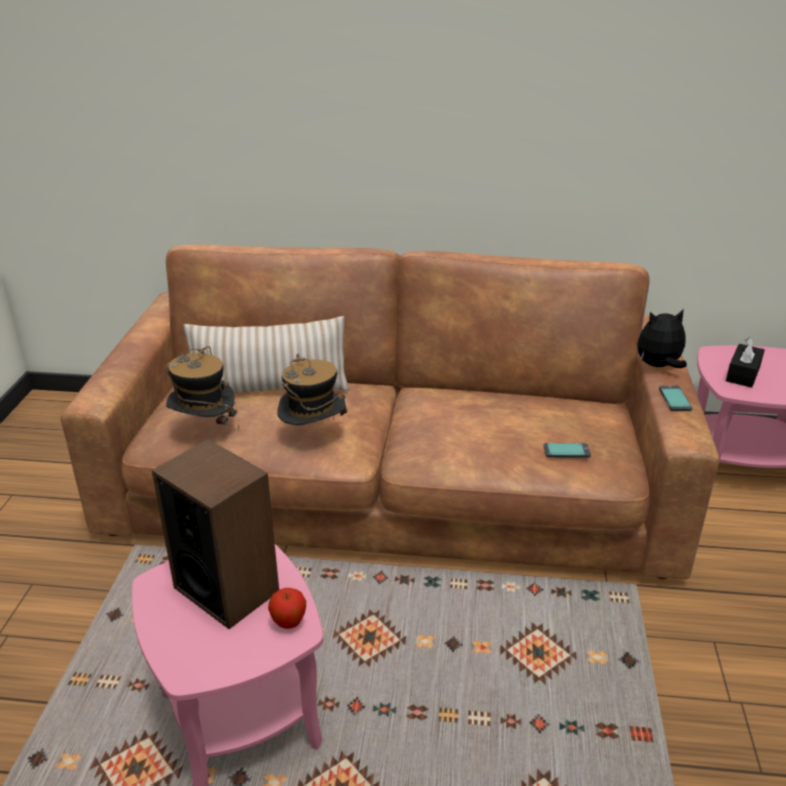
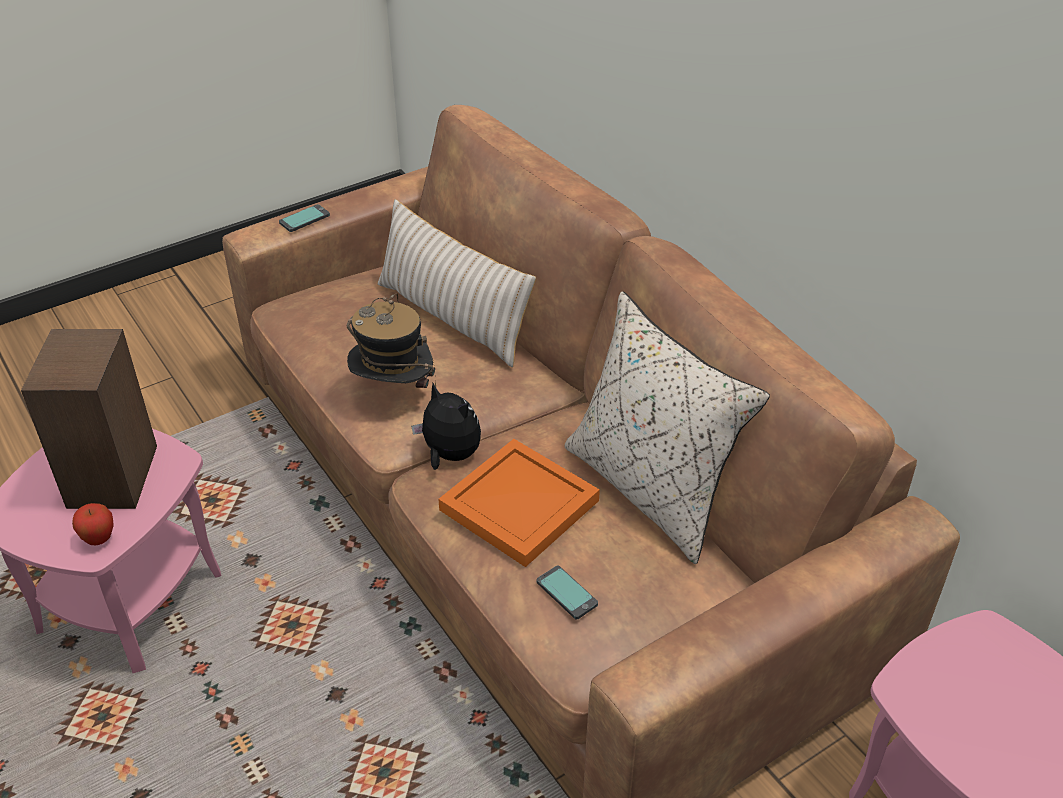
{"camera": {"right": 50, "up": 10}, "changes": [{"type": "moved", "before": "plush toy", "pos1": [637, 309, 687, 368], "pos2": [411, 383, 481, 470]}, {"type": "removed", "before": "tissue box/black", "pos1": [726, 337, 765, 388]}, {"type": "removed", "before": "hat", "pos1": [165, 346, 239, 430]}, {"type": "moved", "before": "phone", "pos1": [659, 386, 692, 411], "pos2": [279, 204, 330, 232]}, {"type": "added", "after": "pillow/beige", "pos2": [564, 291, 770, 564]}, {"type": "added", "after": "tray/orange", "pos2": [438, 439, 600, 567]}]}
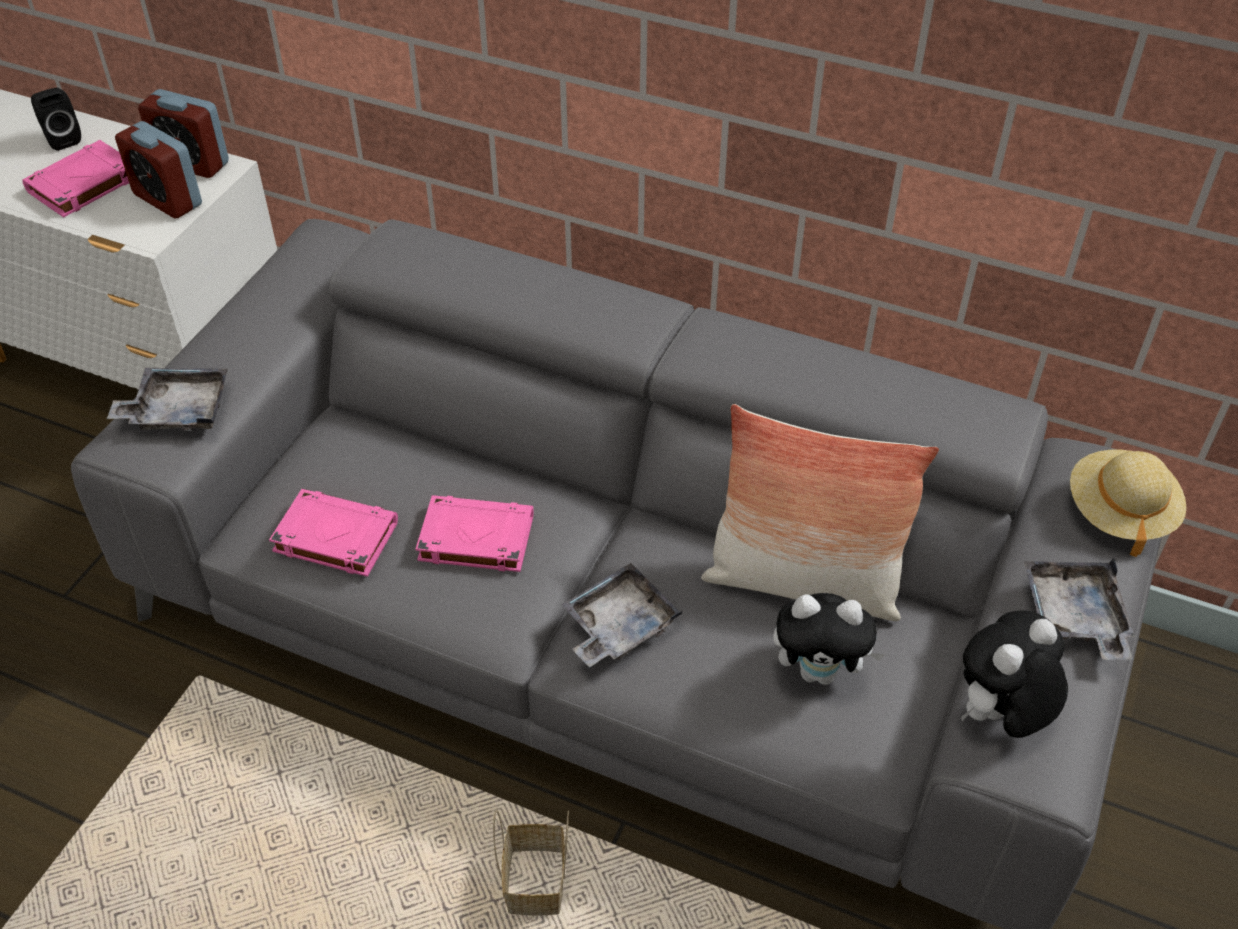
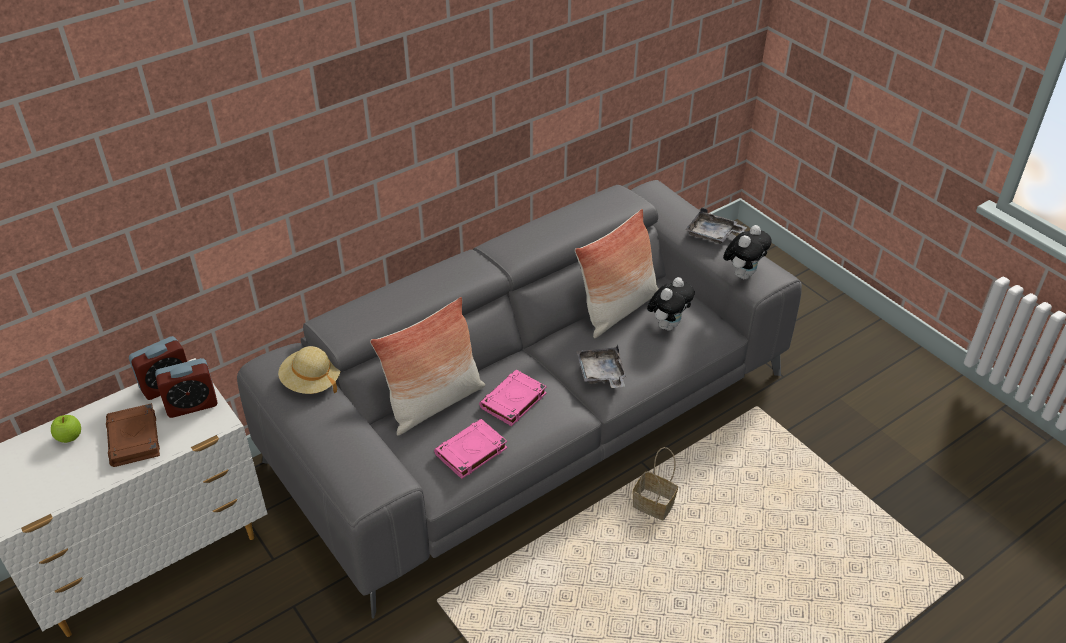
{"camera": {"right": -60, "up": -5}, "changes": [{"type": "replaced", "before": "speaker/black", "after": "apple", "pos1": [31, 88, 81, 151], "pos2": [51, 415, 81, 443]}, {"type": "recoloured", "before": "book/pink", "after": "book/brown", "pos1": [22, 140, 129, 218], "pos2": [106, 403, 160, 467]}, {"type": "removed", "before": "tray/grey", "pos1": [107, 368, 227, 431]}, {"type": "moved", "before": "hat/beige", "pos1": [1070, 450, 1187, 557], "pos2": [278, 346, 341, 394]}, {"type": "turned", "before": "plush toy", "pos1": [961, 610, 1068, 738], "pos2": [723, 225, 772, 279], "turn": -135}, {"type": "added", "after": "pillow", "pos2": [370, 297, 485, 435]}]}
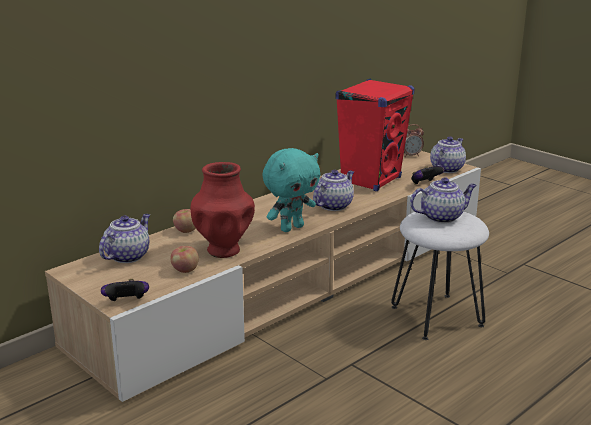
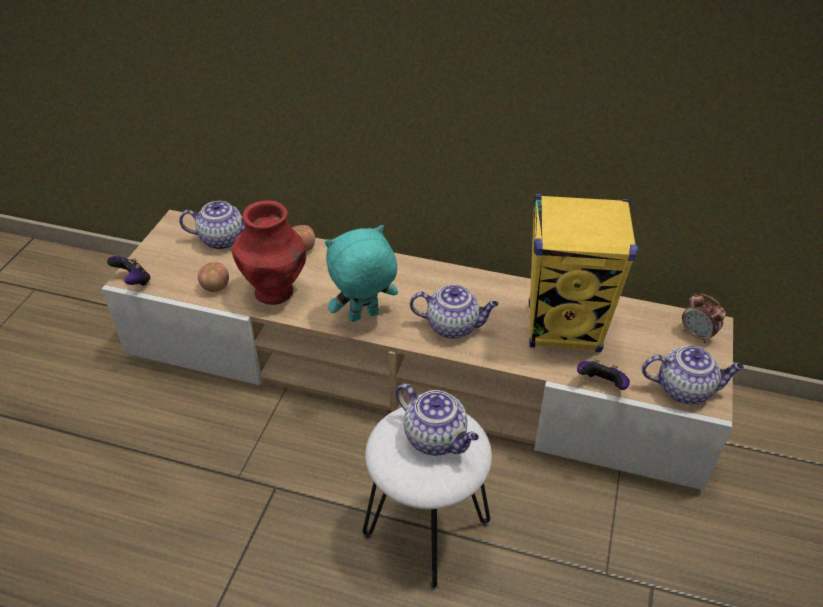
{"camera": {"right": 60, "up": 20}, "changes": [{"type": "recoloured", "before": "speaker/red", "after": "speaker/yellow", "pos1": [335, 78, 415, 191], "pos2": [529, 194, 638, 352]}, {"type": "turned", "before": "plush toy/turquoise", "pos1": [262, 148, 320, 232], "pos2": [325, 225, 398, 322], "turn": 135}]}
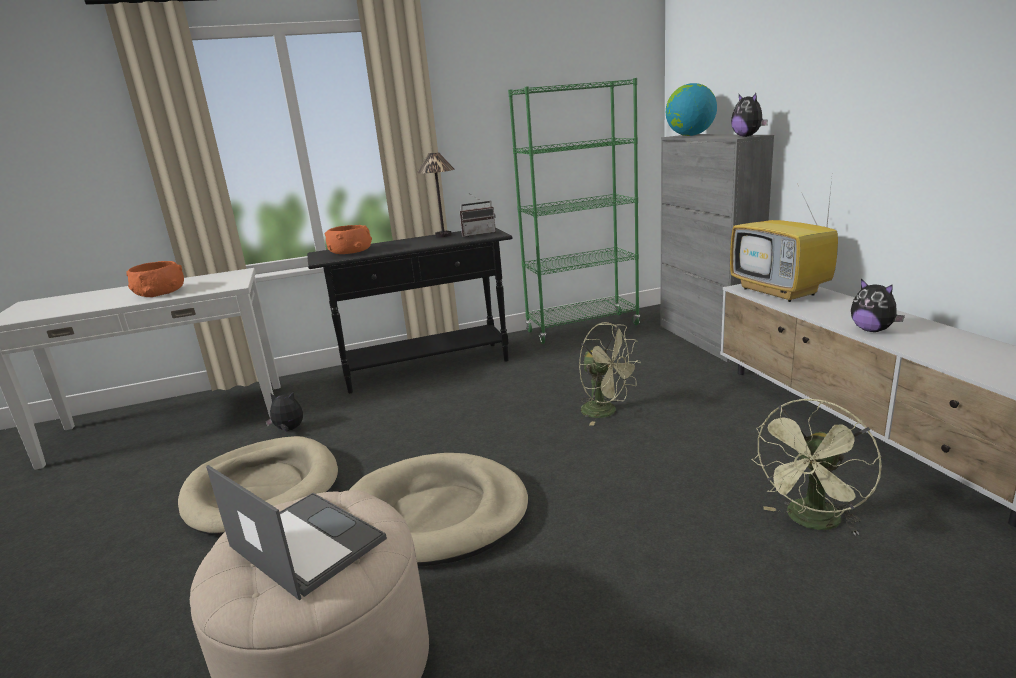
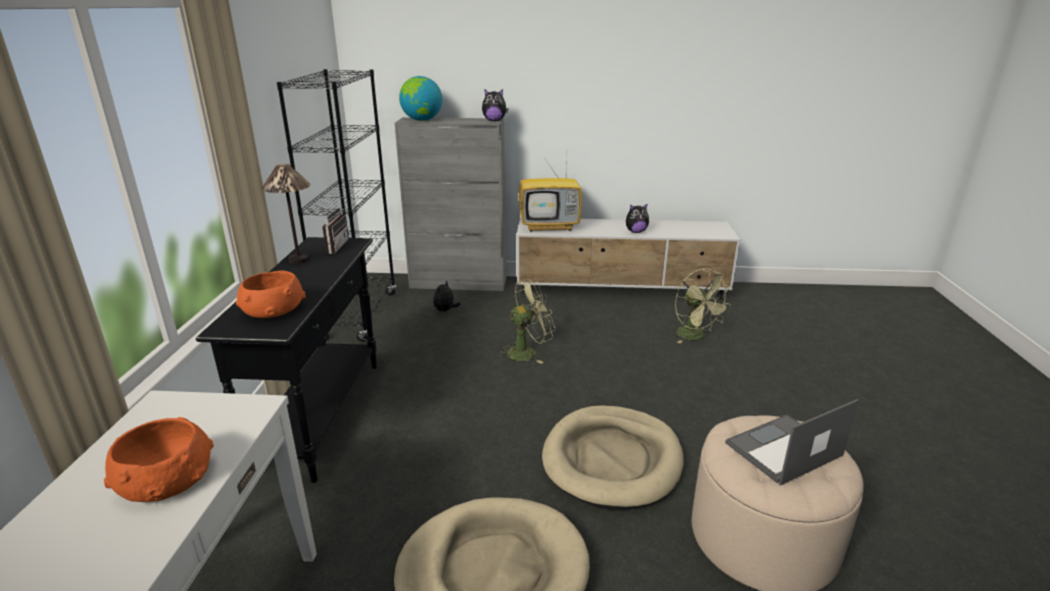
{"camera": {"right": -70, "up": 5}, "changes": [{"type": "recoloured", "before": "bookcase/green", "after": "bookcase/black", "pos1": [508, 78, 640, 344], "pos2": [277, 69, 396, 342]}, {"type": "moved", "before": "plush toy", "pos1": [265, 392, 303, 432], "pos2": [433, 280, 461, 312]}]}
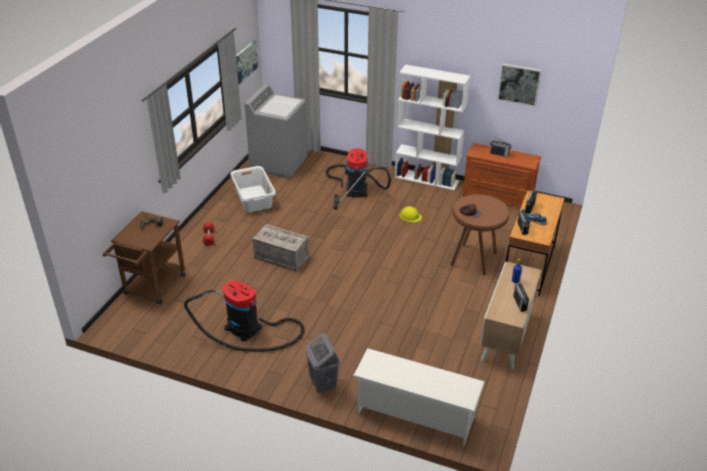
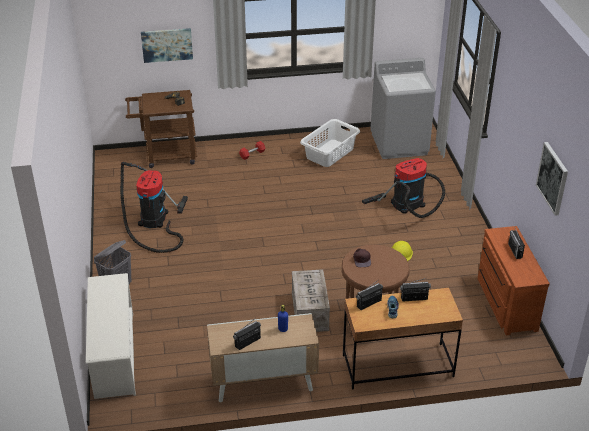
{"camera": {"right": 60, "up": 0}, "changes": [{"type": "moved", "before": "picture", "pos1": [236, 40, 258, 84], "pos2": [141, 28, 193, 63]}, {"type": "removed", "before": "bookcase/white", "pos1": [395, 64, 470, 191]}, {"type": "moved", "before": "crate", "pos1": [252, 224, 309, 272], "pos2": [292, 269, 330, 332]}]}
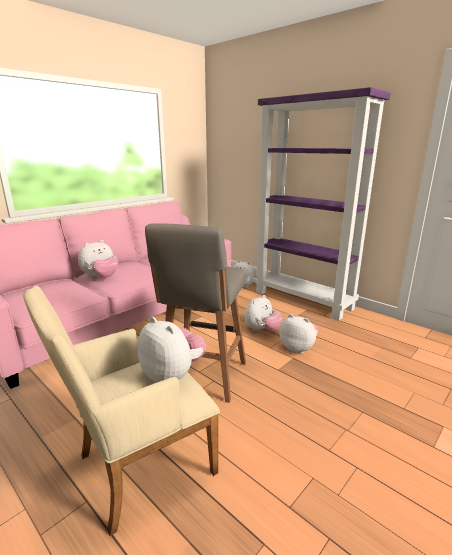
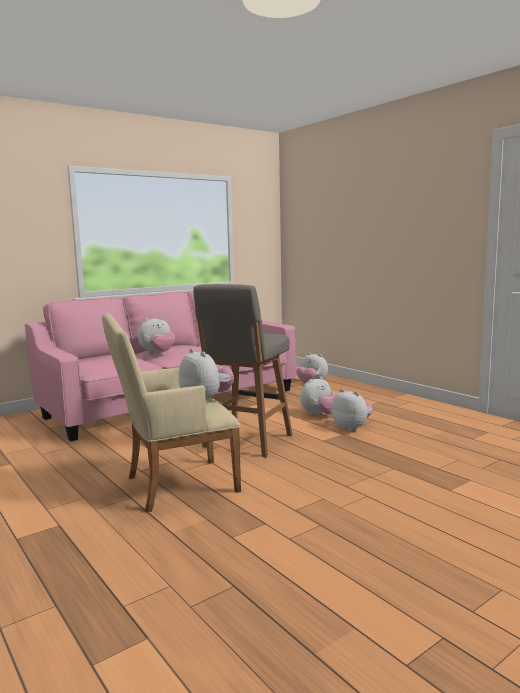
{"camera": {"right": 10, "up": -10}, "changes": [{"type": "removed", "before": "bookcase/purple", "pos1": [254, 87, 390, 320]}]}
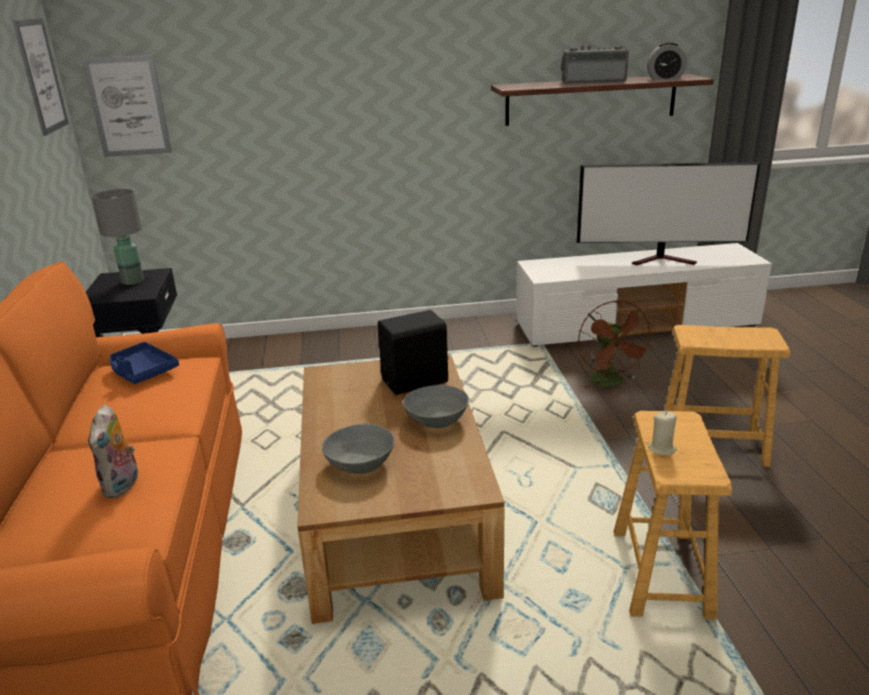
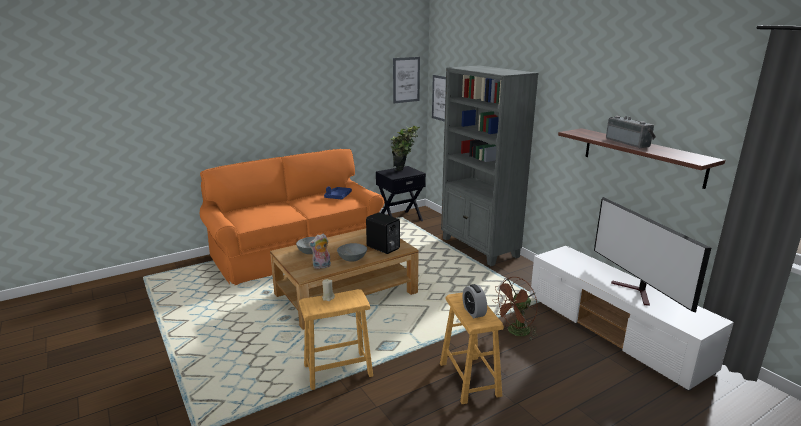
{"camera": {"right": 65, "up": -5}, "changes": [{"type": "moved", "before": "alarm clock", "pos1": [647, 42, 687, 80], "pos2": [463, 284, 487, 318]}, {"type": "replaced", "before": "table lamp/grey", "after": "potted plant", "pos1": [91, 189, 144, 285], "pos2": [390, 126, 420, 171]}, {"type": "moved", "before": "plush toy", "pos1": [88, 405, 138, 498], "pos2": [308, 234, 331, 269]}, {"type": "added", "after": "bookcase/grey", "pos2": [441, 65, 539, 266]}]}
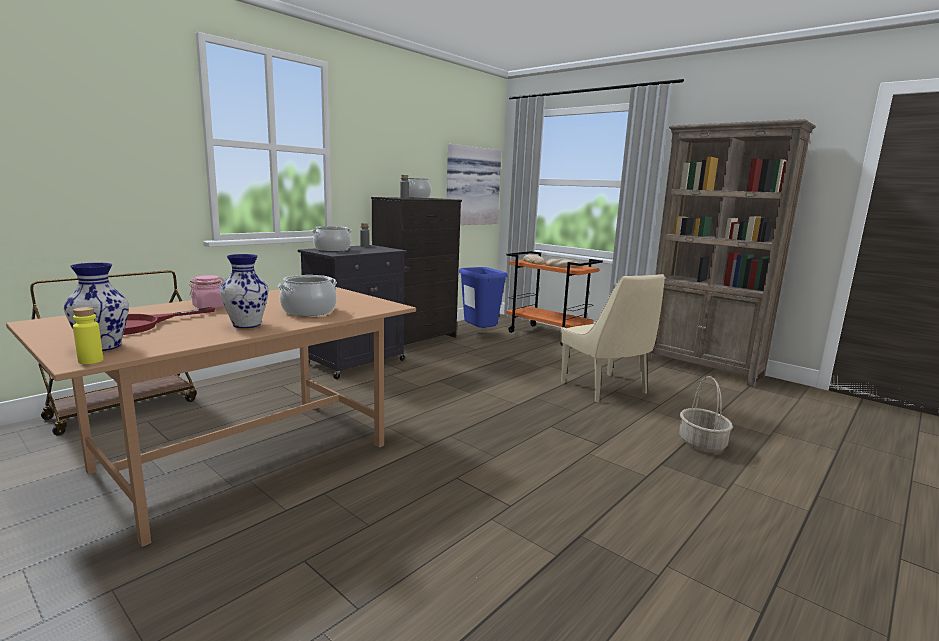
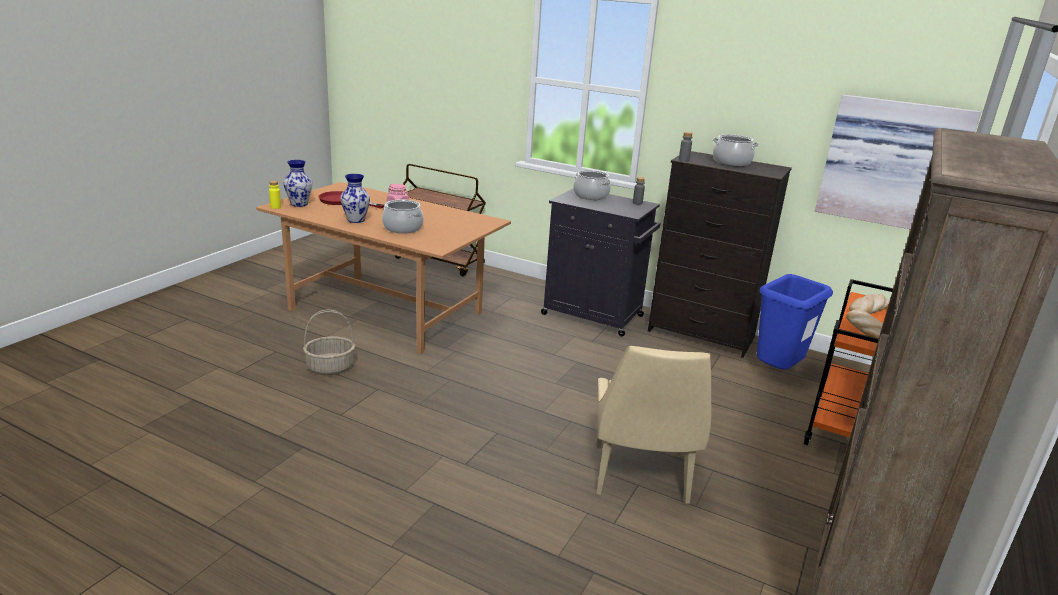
{"camera": {"right": 75, "up": 10}, "changes": [{"type": "turned", "before": "chair/beige", "pos1": [561, 274, 665, 402], "pos2": [597, 346, 711, 504], "turn": -45}, {"type": "moved", "before": "basket", "pos1": [679, 376, 733, 453], "pos2": [303, 310, 355, 375]}]}
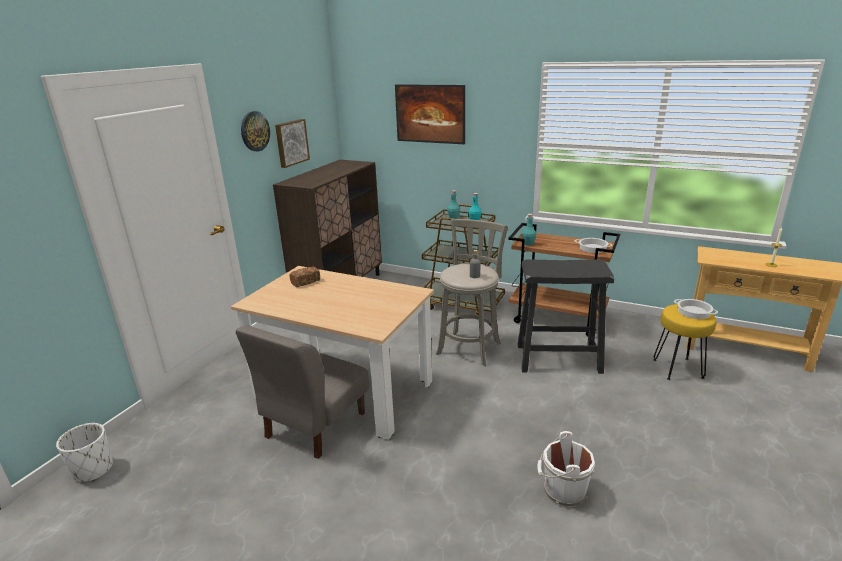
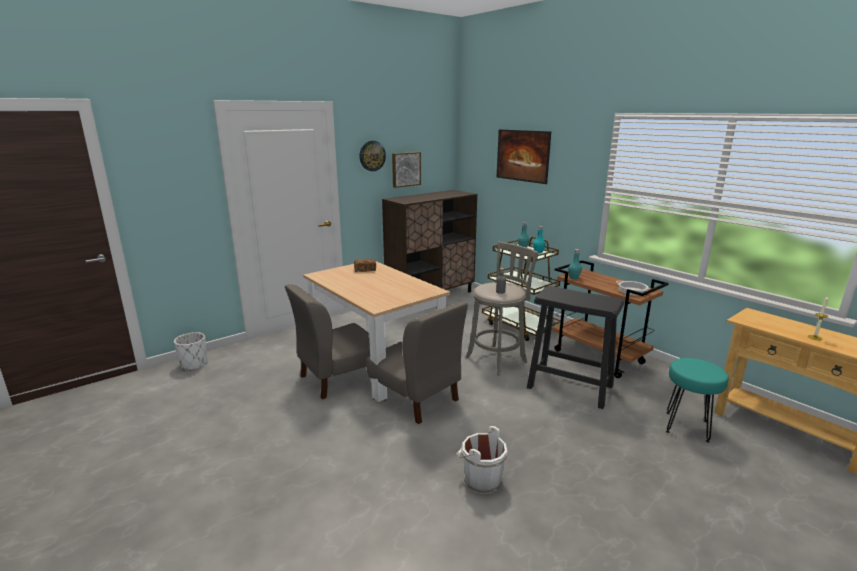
{"camera": {"right": 25, "up": -5}, "changes": [{"type": "removed", "before": "cooking pot", "pos1": [674, 299, 718, 319]}, {"type": "recoloured", "before": "stool/yellow", "after": "stool/turquoise", "pos1": [653, 304, 716, 380], "pos2": [666, 358, 728, 443]}, {"type": "added", "after": "chair/grey", "pos2": [367, 302, 468, 424]}]}
